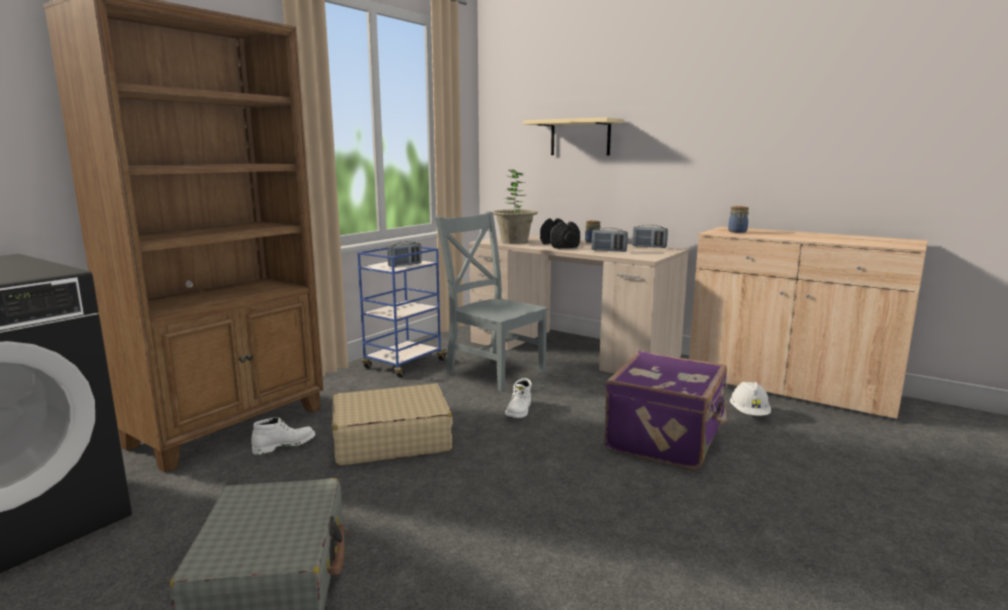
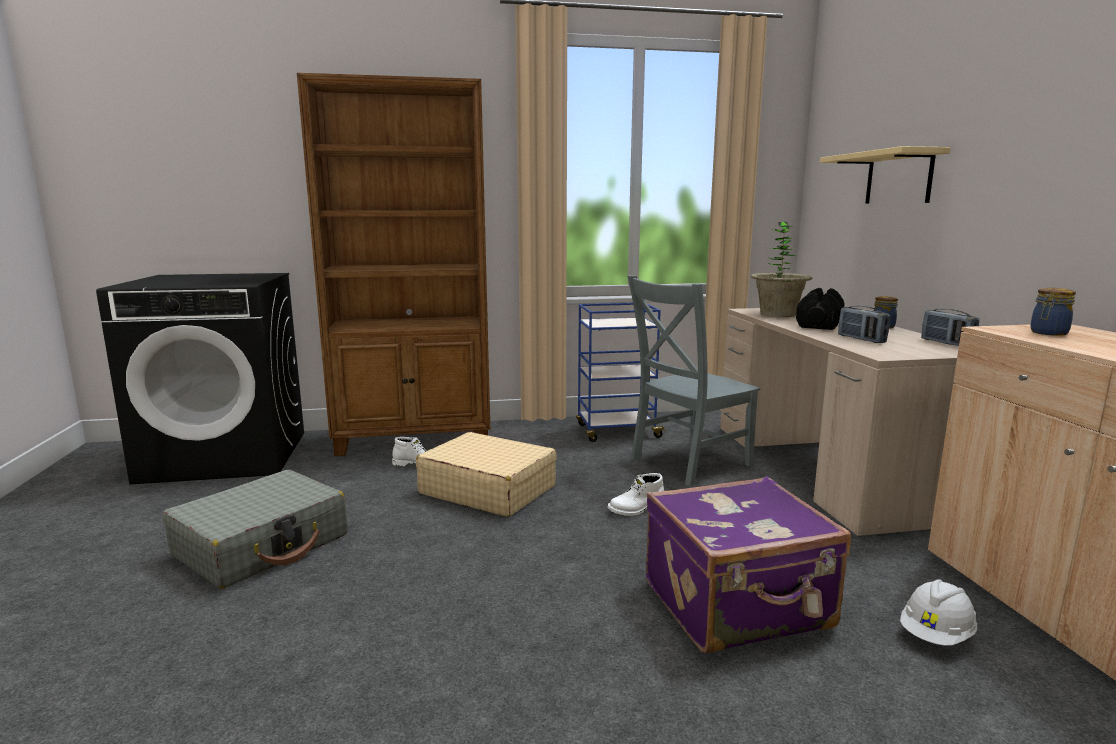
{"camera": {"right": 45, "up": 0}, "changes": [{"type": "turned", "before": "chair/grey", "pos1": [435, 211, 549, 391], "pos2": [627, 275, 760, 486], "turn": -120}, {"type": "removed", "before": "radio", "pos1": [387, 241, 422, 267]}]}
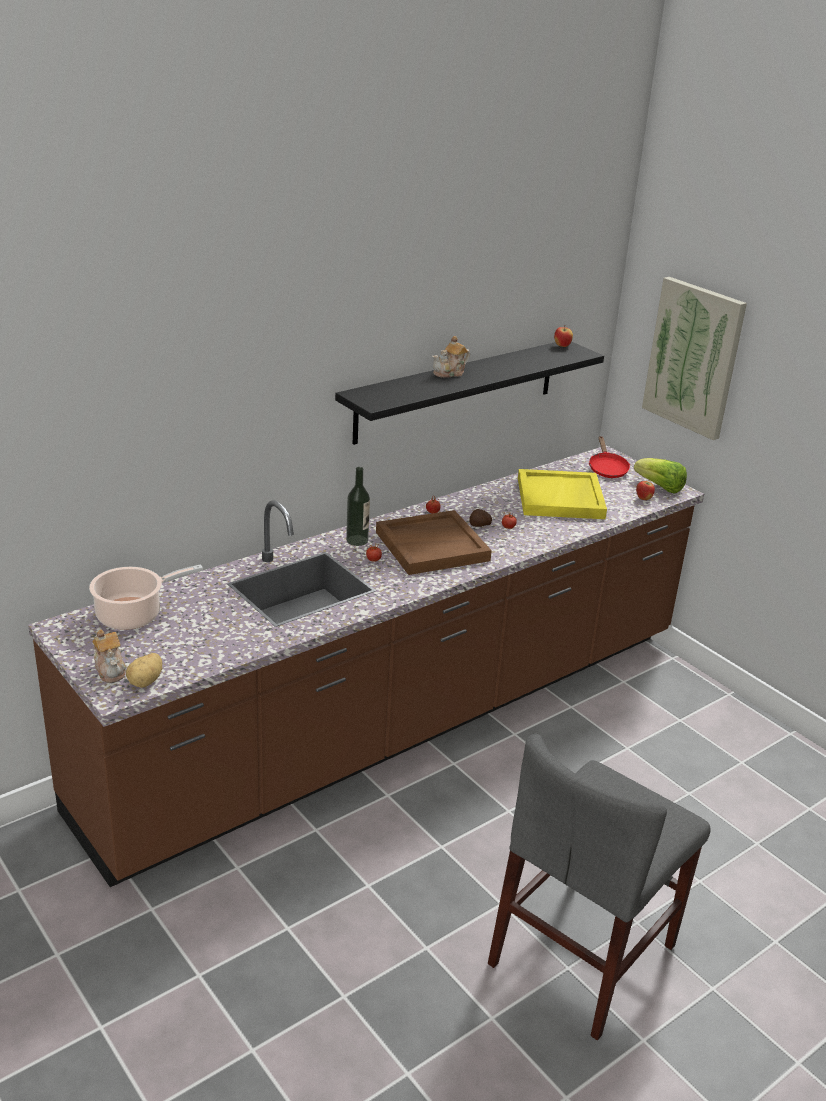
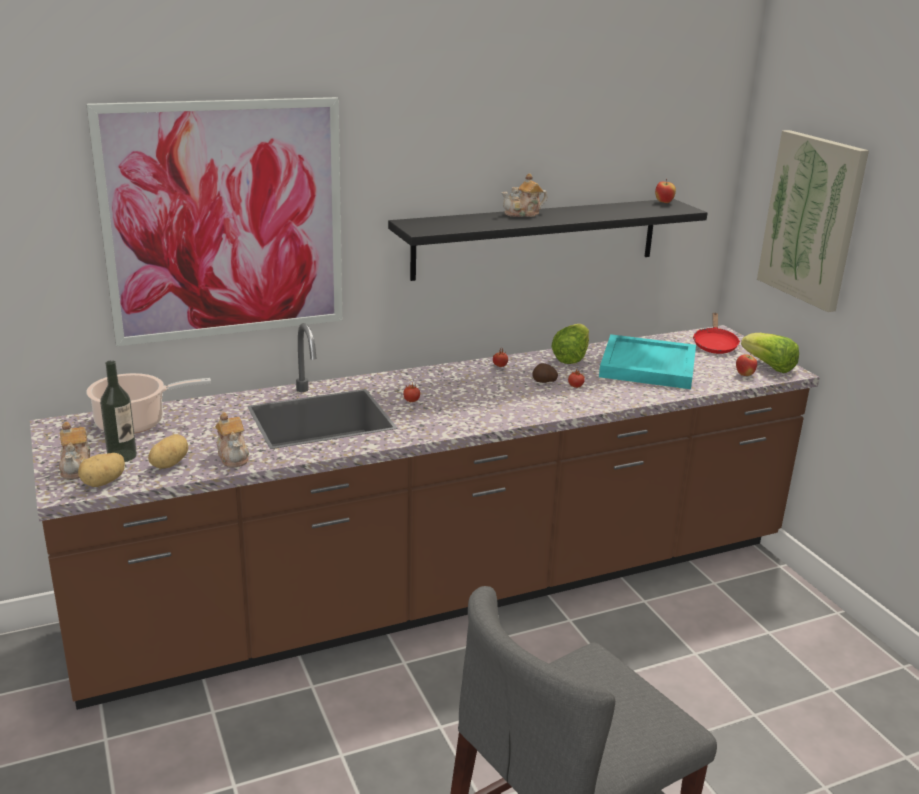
{"camera": {"right": 15, "up": -5}, "changes": [{"type": "moved", "before": "bottle", "pos1": [346, 467, 370, 546], "pos2": [100, 360, 137, 462]}, {"type": "recoloured", "before": "tray/yellow", "after": "tray/turquoise", "pos1": [518, 469, 607, 519], "pos2": [599, 334, 696, 389]}, {"type": "removed", "before": "tray/brown", "pos1": [376, 510, 492, 575]}, {"type": "added", "after": "picture", "pos2": [86, 97, 342, 346]}, {"type": "added", "after": "lettuce", "pos2": [552, 324, 589, 364]}, {"type": "added", "after": "teapot", "pos2": [215, 412, 249, 468]}, {"type": "added", "after": "potato", "pos2": [148, 434, 189, 469]}]}
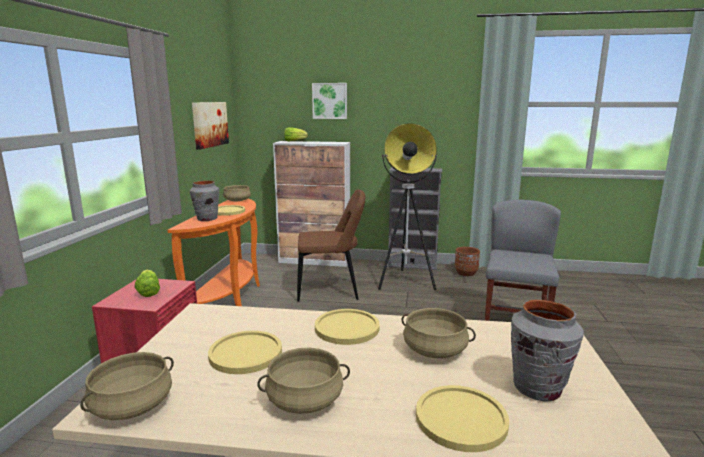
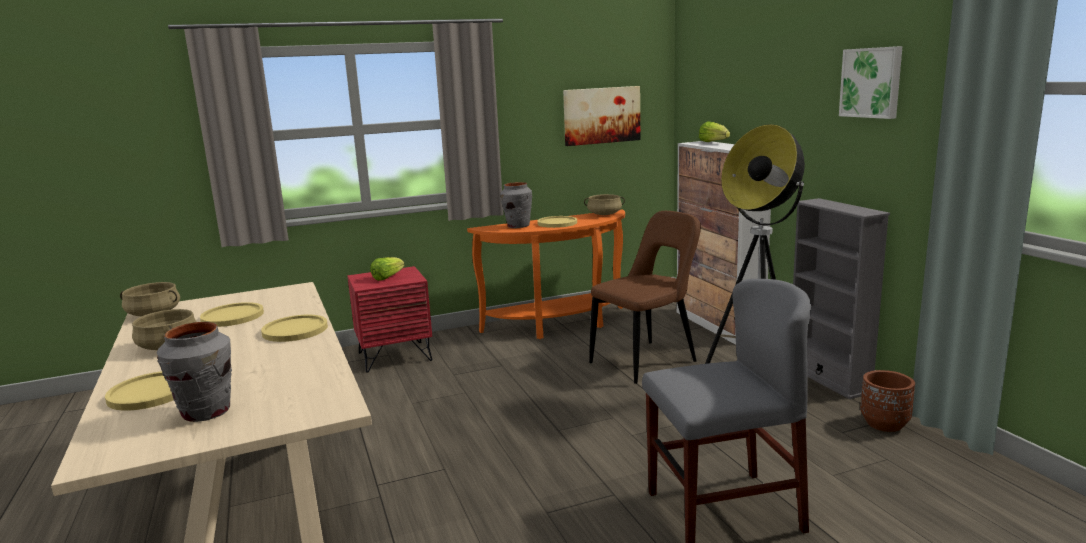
{"camera": {"right": 60, "up": 0}, "changes": [{"type": "moved", "before": "picture", "pos1": [312, 83, 347, 119], "pos2": [839, 46, 903, 119]}, {"type": "turned", "before": "chair/brown", "pos1": [297, 189, 366, 301], "pos2": [589, 211, 701, 384], "turn": -90}, {"type": "removed", "before": "cooking pot/beige", "pos1": [401, 308, 476, 358]}]}
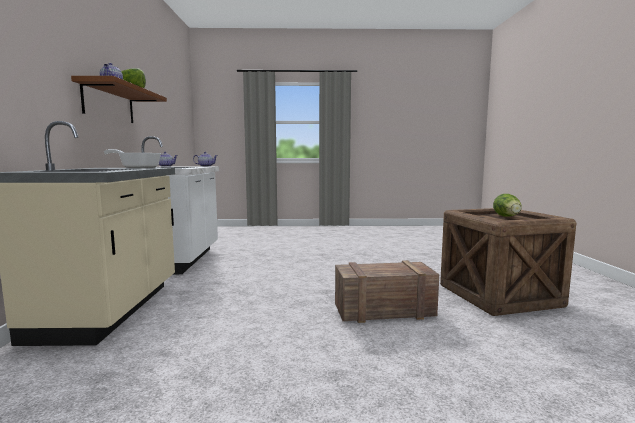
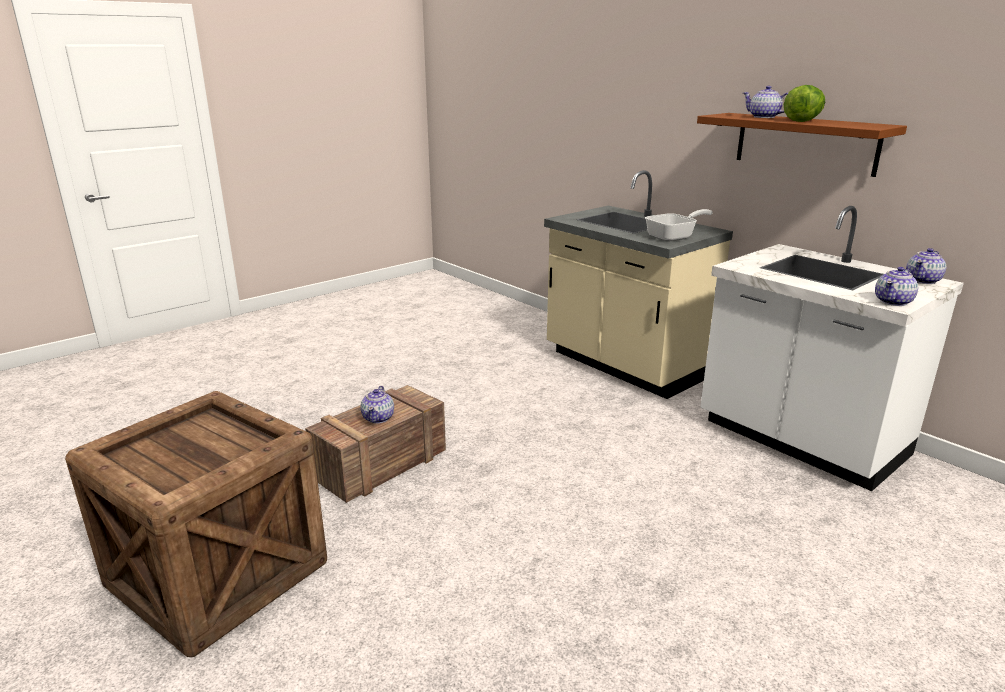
{"camera": {"right": 140, "up": 15}, "changes": [{"type": "removed", "before": "lettuce", "pos1": [493, 194, 522, 217]}, {"type": "added", "after": "teapot", "pos2": [360, 386, 394, 423]}]}
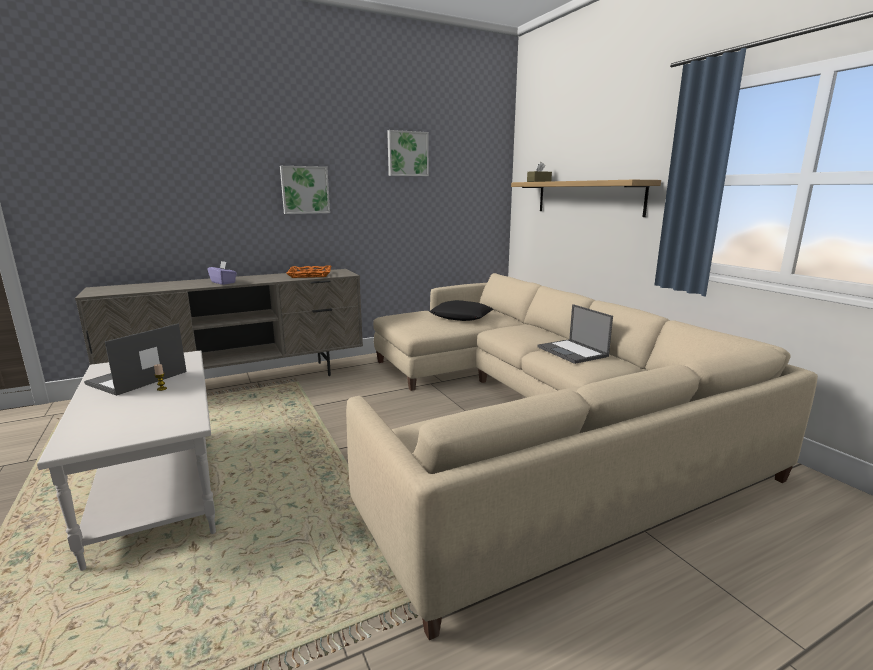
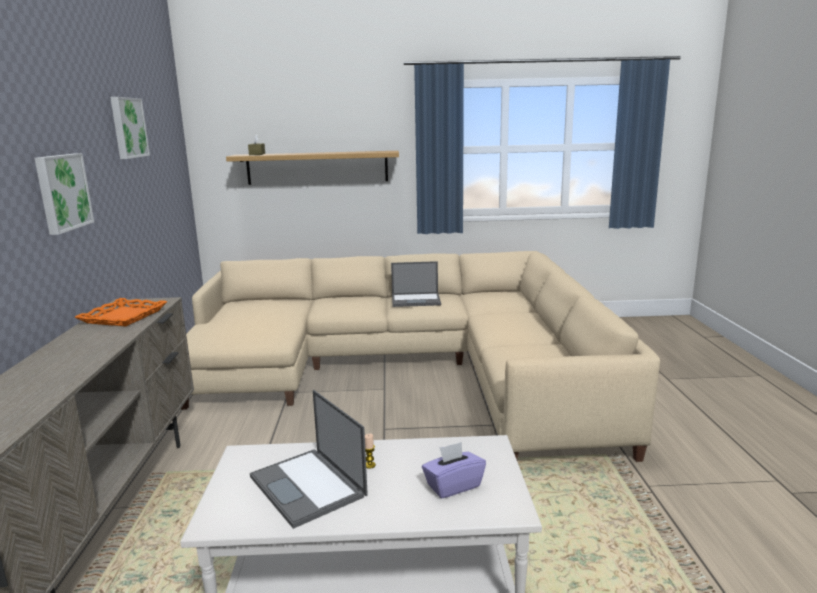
{"camera": {"right": -65, "up": 0}, "changes": [{"type": "moved", "before": "tissue box/purple", "pos1": [207, 261, 237, 285], "pos2": [422, 442, 486, 498]}, {"type": "removed", "before": "pillow/black", "pos1": [429, 300, 493, 321]}]}
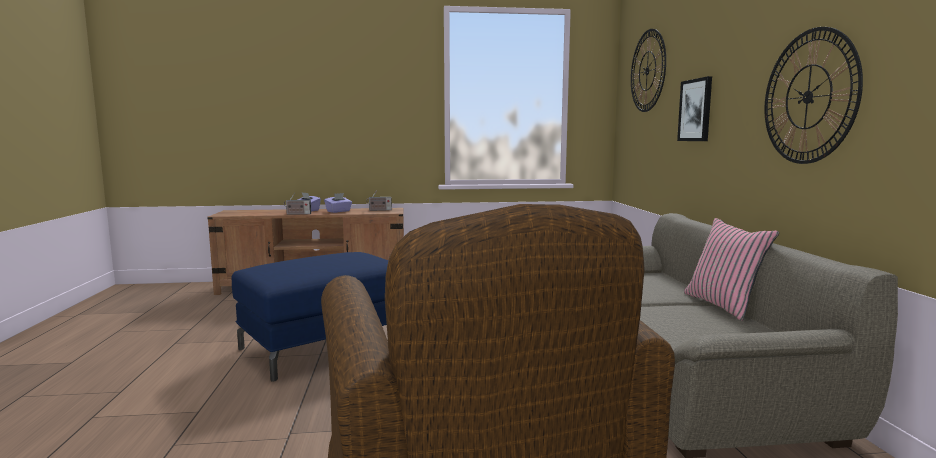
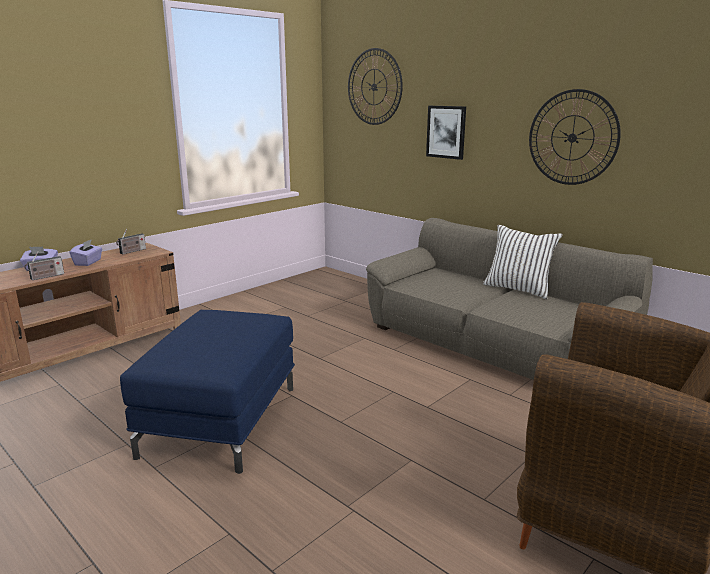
{"camera": {"right": -40, "up": 10}, "changes": [{"type": "recoloured", "before": "pillow/pink", "after": "pillow/white", "pos1": [684, 218, 779, 321], "pos2": [483, 225, 563, 299]}]}
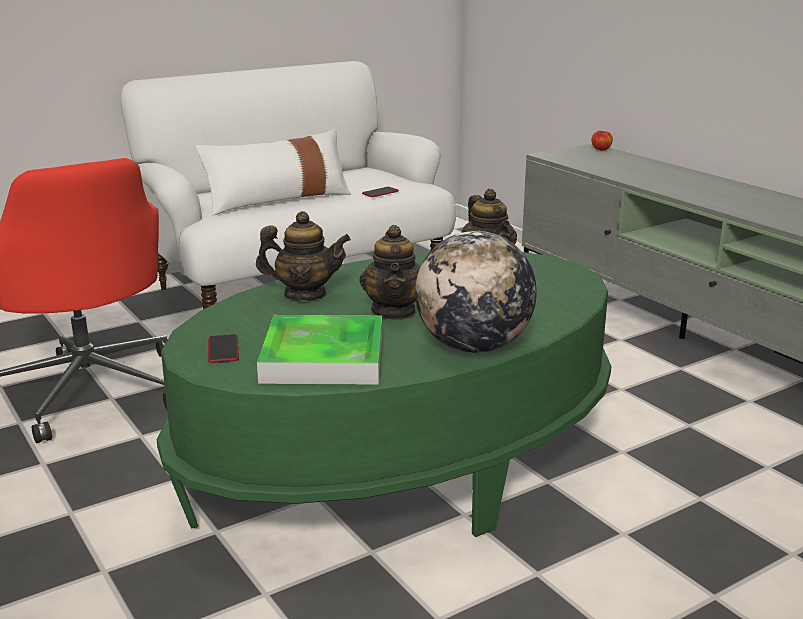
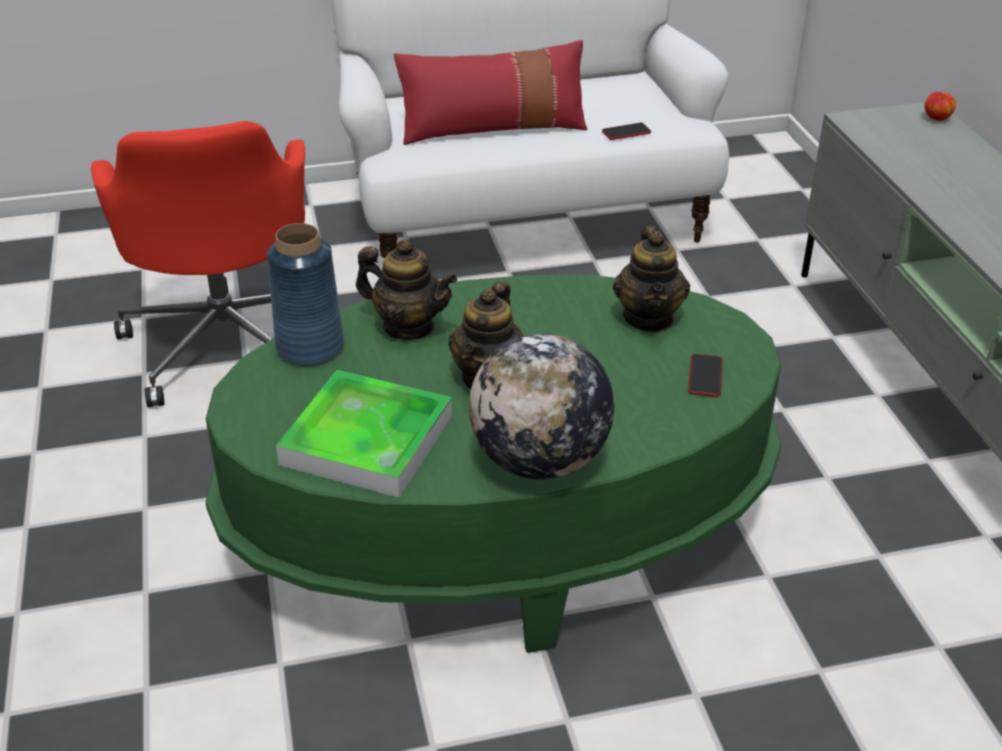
{"camera": {"right": 20, "up": 15}, "changes": [{"type": "recoloured", "before": "pillow/white", "after": "pillow/red", "pos1": [195, 129, 351, 216], "pos2": [394, 40, 588, 145]}, {"type": "moved", "before": "phone", "pos1": [208, 334, 239, 363], "pos2": [688, 354, 723, 397]}, {"type": "added", "after": "vase/blue", "pos2": [267, 223, 344, 366]}]}
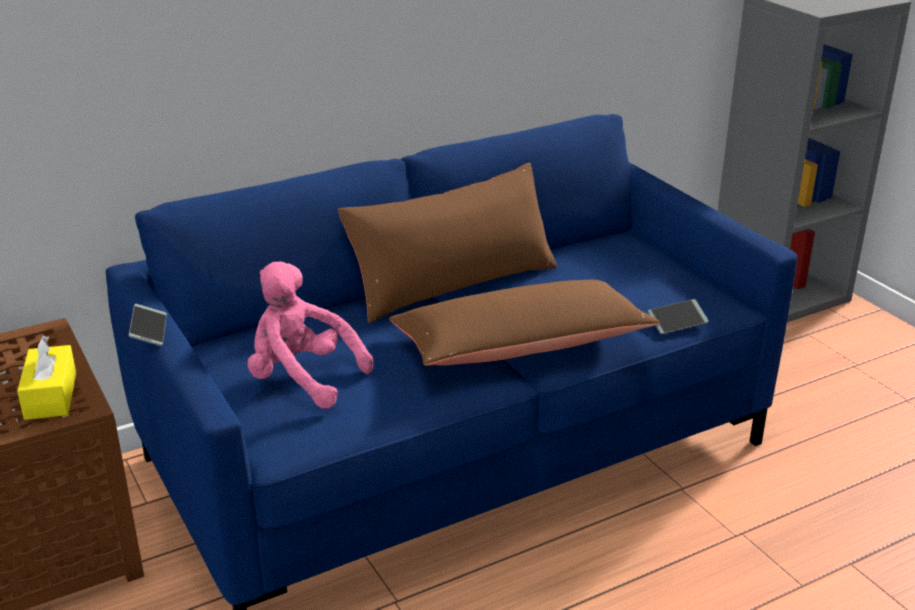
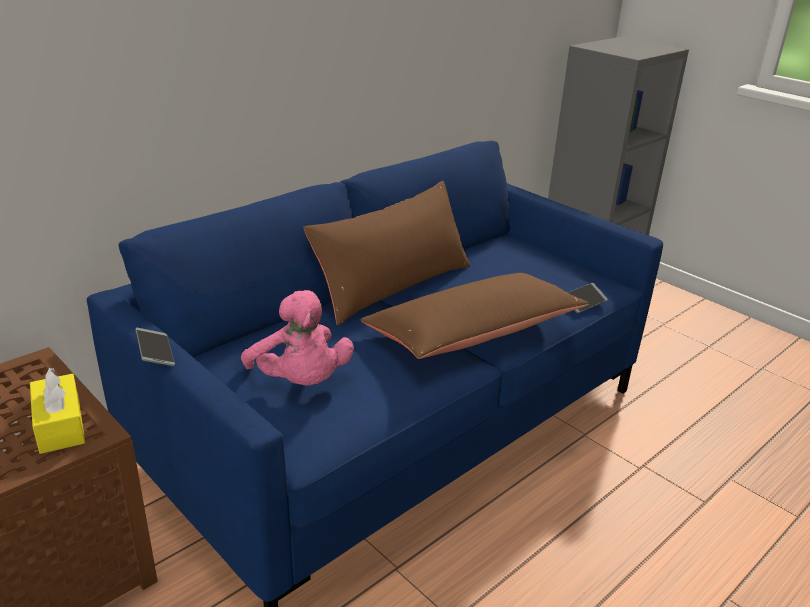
{"camera": {"right": -15, "up": 0}, "changes": [{"type": "turned", "before": "plush toy/pink", "pos1": [248, 261, 373, 408], "pos2": [241, 290, 354, 385], "turn": -135}]}
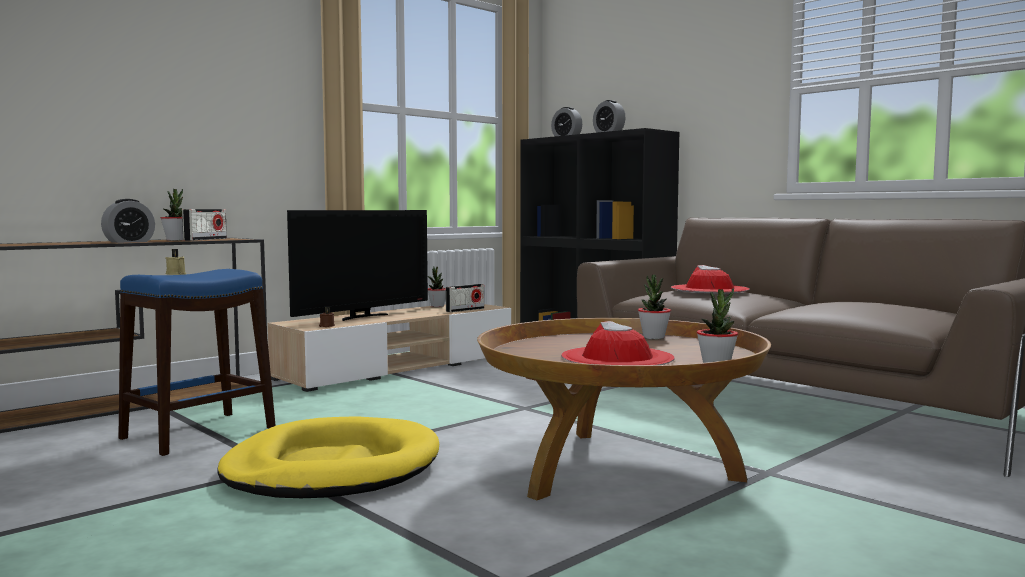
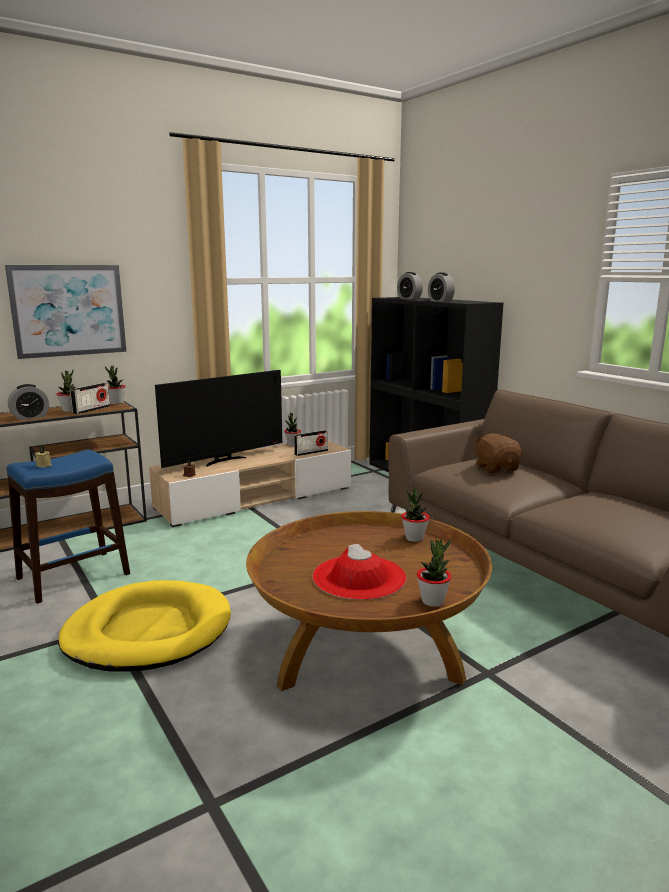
{"camera": {"right": 10, "up": 10}, "changes": [{"type": "replaced", "before": "hat/red", "after": "plush toy/brown", "pos1": [671, 265, 750, 293], "pos2": [474, 433, 522, 473]}, {"type": "added", "after": "picture", "pos2": [5, 265, 126, 359]}, {"type": "added", "after": "potted plant", "pos2": [105, 366, 126, 404]}]}
